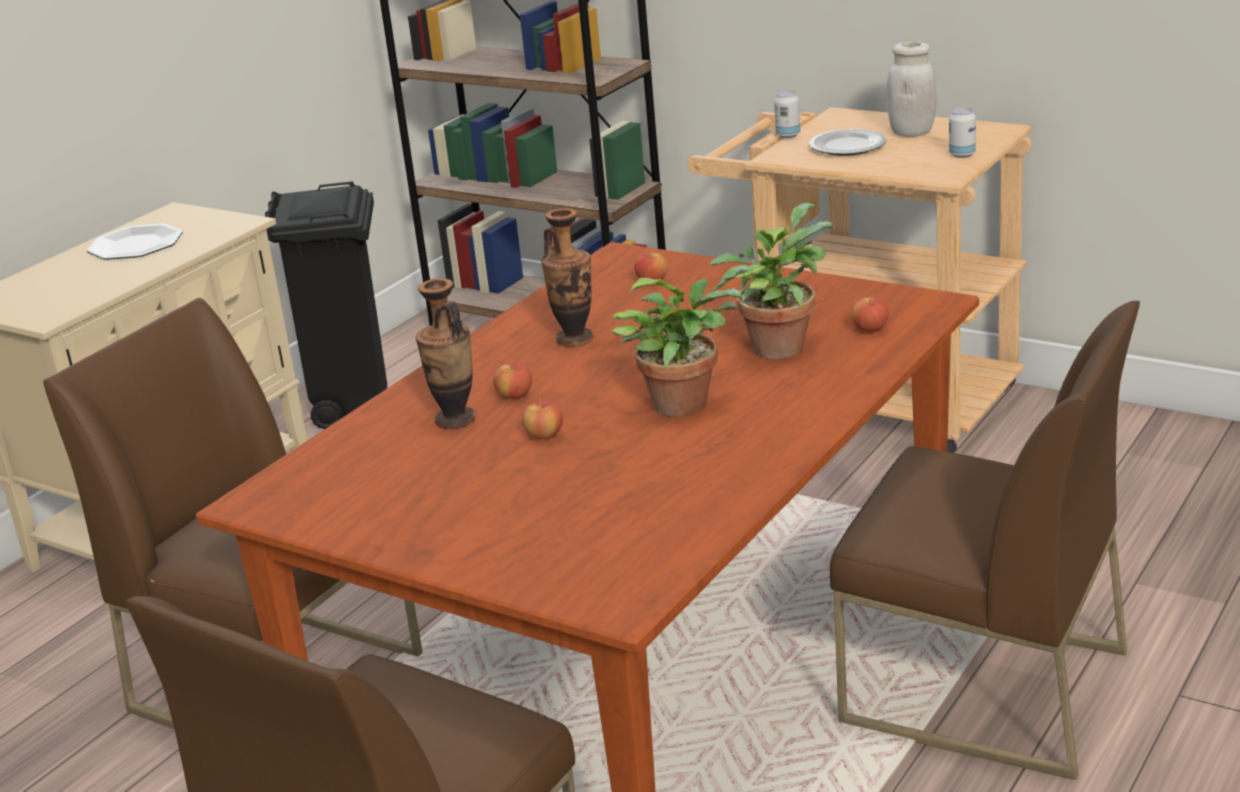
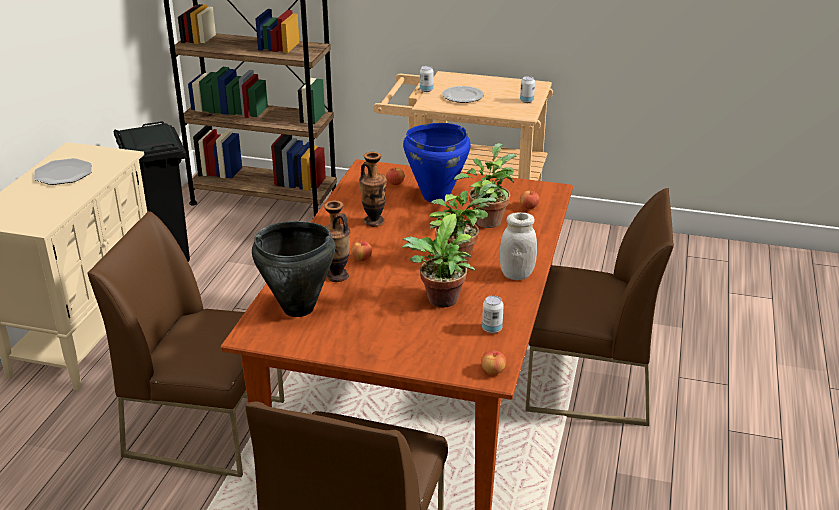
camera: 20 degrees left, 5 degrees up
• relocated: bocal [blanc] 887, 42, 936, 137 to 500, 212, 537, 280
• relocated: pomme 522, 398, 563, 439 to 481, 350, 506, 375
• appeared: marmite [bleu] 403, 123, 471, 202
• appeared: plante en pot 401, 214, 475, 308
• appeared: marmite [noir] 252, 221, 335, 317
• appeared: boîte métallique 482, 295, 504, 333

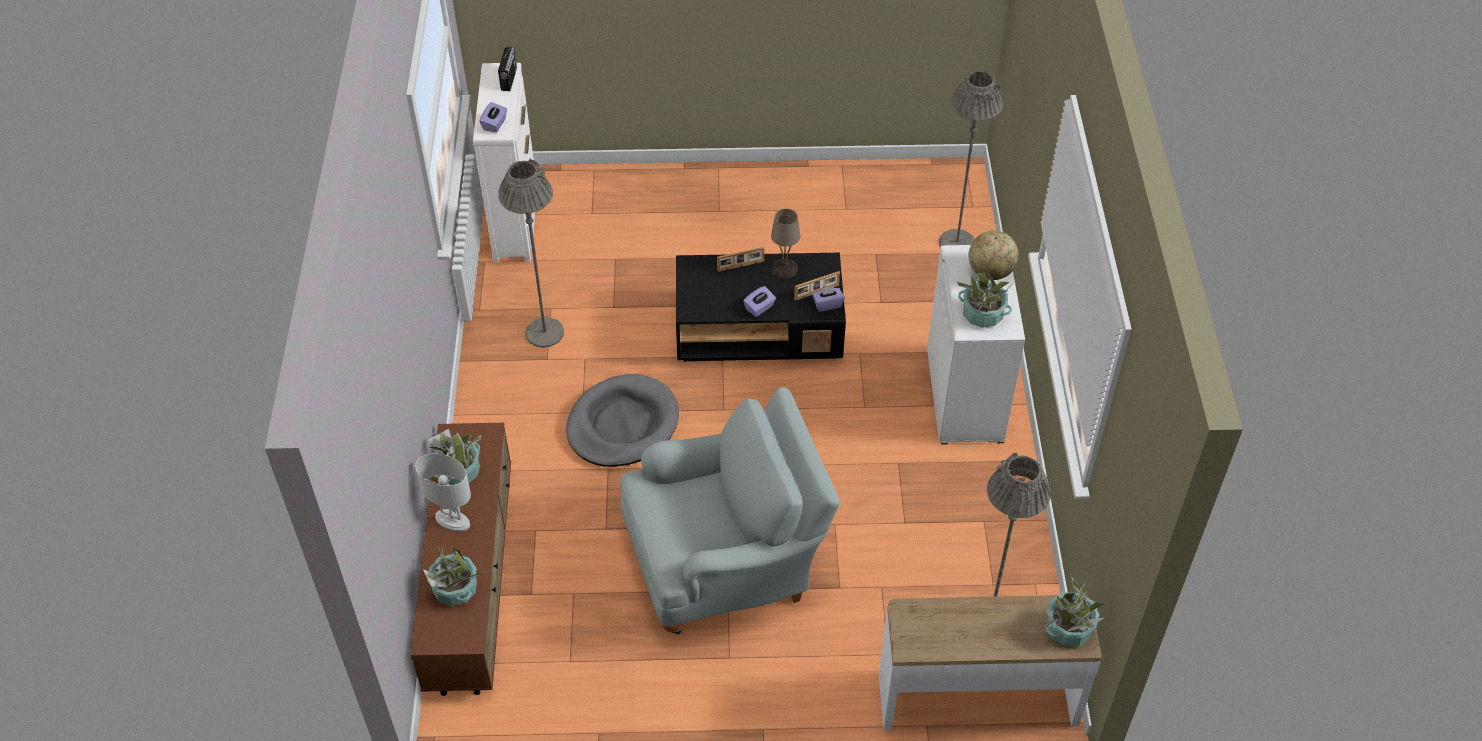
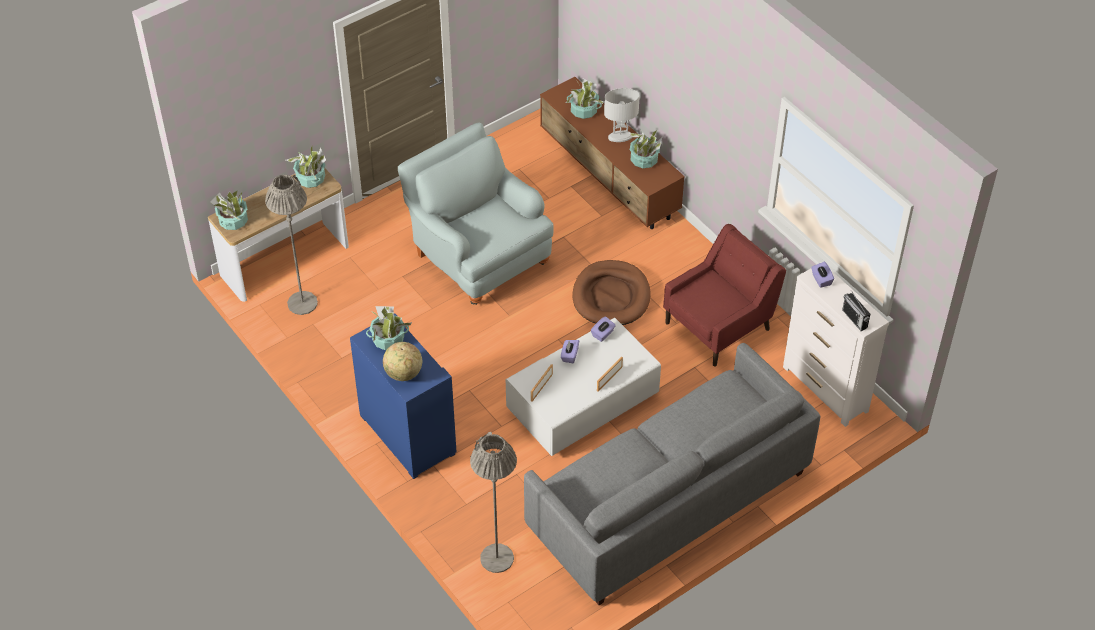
camera: 145 degrees right, 0 degrees up
• exchanged: lampadaire [gris] 498, 158, 564, 348 to fauteuil [rouge] 663, 224, 786, 367
• missing: lampe de table [beige] 771, 209, 800, 278
• colour: meuble de rangement [blanc] 927, 245, 1025, 445 to meuble de rangement [bleu] 350, 314, 457, 479
• colour: table basse [noir] 676, 253, 846, 362 to table basse [blanc] 506, 318, 661, 456
• relocated: boîte à mouchoirs [violet] 812, 286, 845, 312 to 591, 316, 616, 342
• colour: panier pour chien [gris] 566, 374, 679, 467 to panier pour chien [marron] 572, 260, 651, 325
• spun: fauteuil [gris] 620, 387, 840, 635 = 398, 123, 553, 305 105 degrees clockwise
• appeared: plante en pot 286, 146, 326, 188
• appeared: canapé [gris] 524, 343, 820, 605

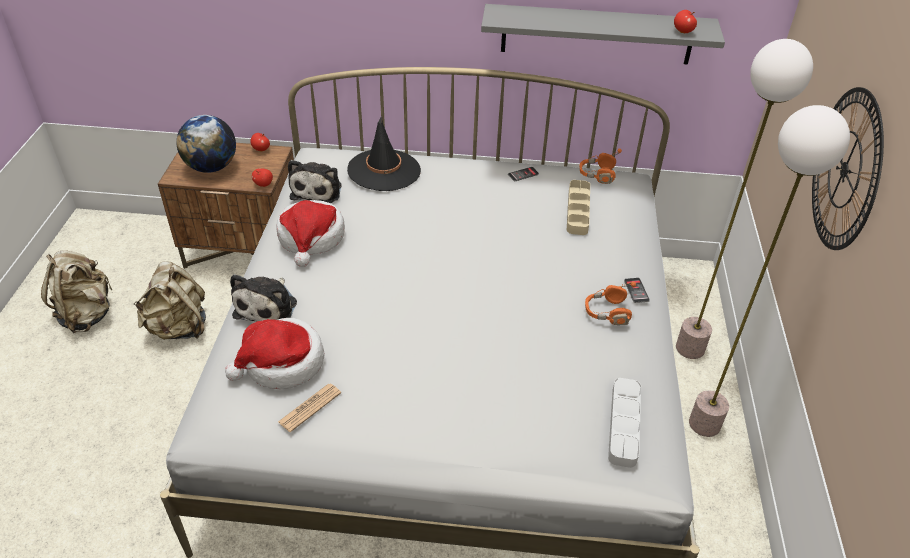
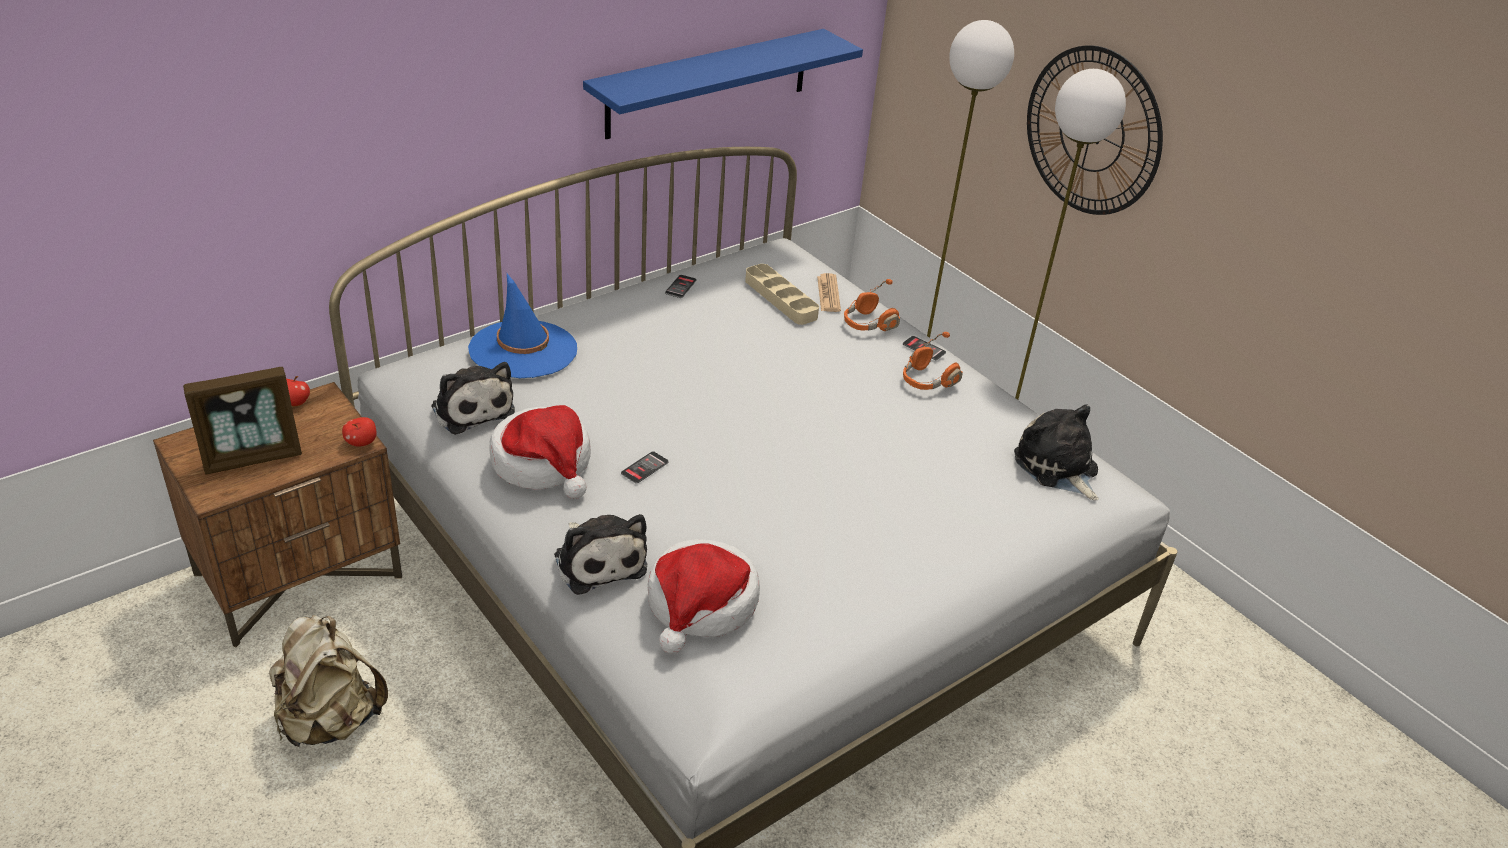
camera: 45 degrees left, 5 degrees down
• colour: étagère [gris] 481, 4, 725, 65 to étagère [bleu] 583, 29, 863, 139
• missing: pomme 674, 10, 697, 33
• exchanged: globe 176, 115, 236, 173 to cadre photo 183, 367, 302, 474
• colour: chapeau [noir] 347, 116, 421, 191 to chapeau [bleu] 468, 274, 577, 378
• relocated: casque audio [orange] 579, 148, 622, 184 to 844, 279, 900, 331
• missing: sac à dos [beige] 41, 250, 113, 333
• exchanged: plateau [gris] 608, 378, 641, 468 to peluche 1014, 404, 1099, 501
• relocated: journal 278, 384, 341, 432 to 817, 273, 841, 312
• appeared: téléphone 621, 451, 669, 484

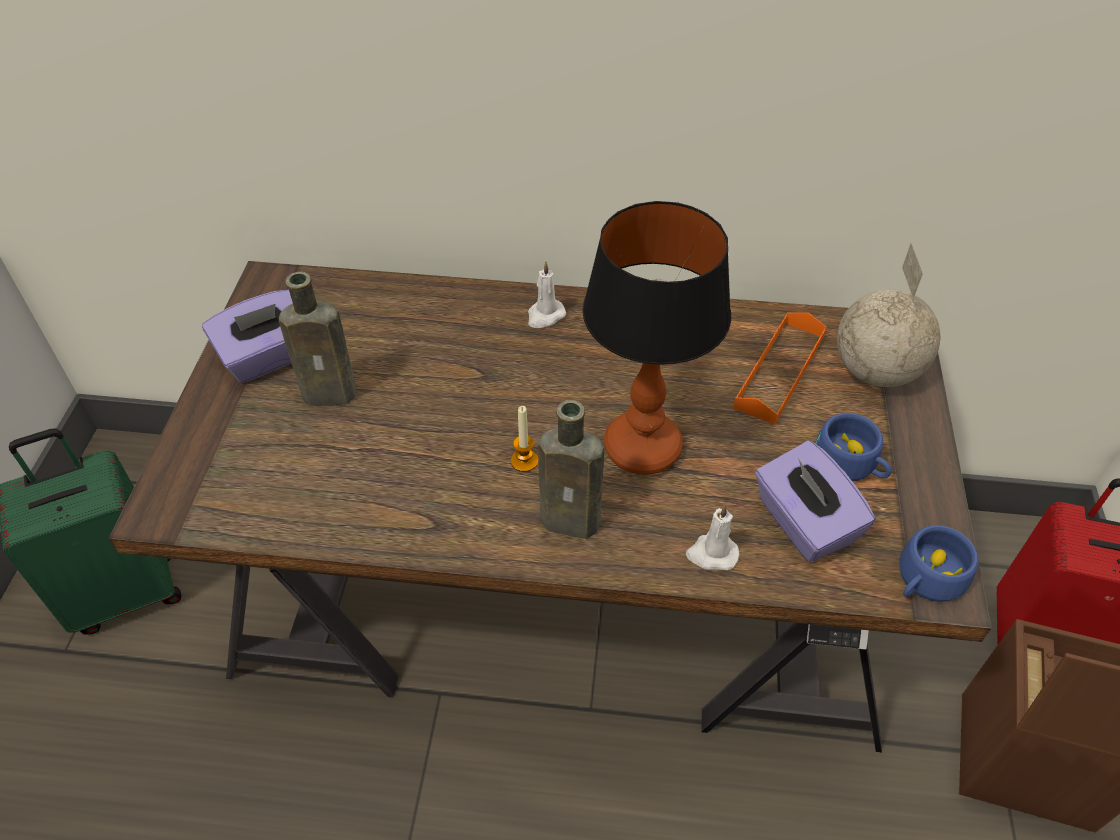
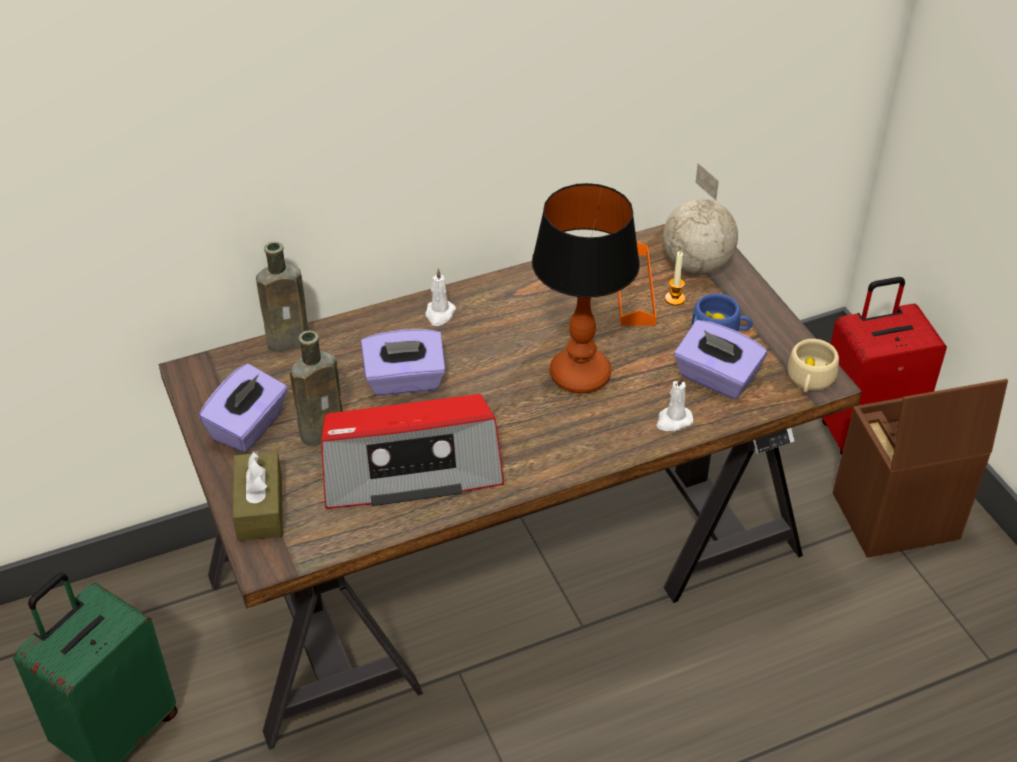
camera: 30 degrees left, 5 degrees down
• relocated: bouteille [marron] 538, 400, 604, 539 to 256, 241, 309, 352
• relocated: bougie 511, 406, 538, 472 to 665, 252, 685, 306
• colour: tasse [bleu] 899, 525, 979, 602 to tasse [beige] 787, 339, 839, 393
• appeared: boîte à mouchoirs [violet] 361, 329, 446, 396
• appeared: radio 321, 394, 504, 509
• appeared: boîte à mouchoirs [marron] 233, 450, 283, 541

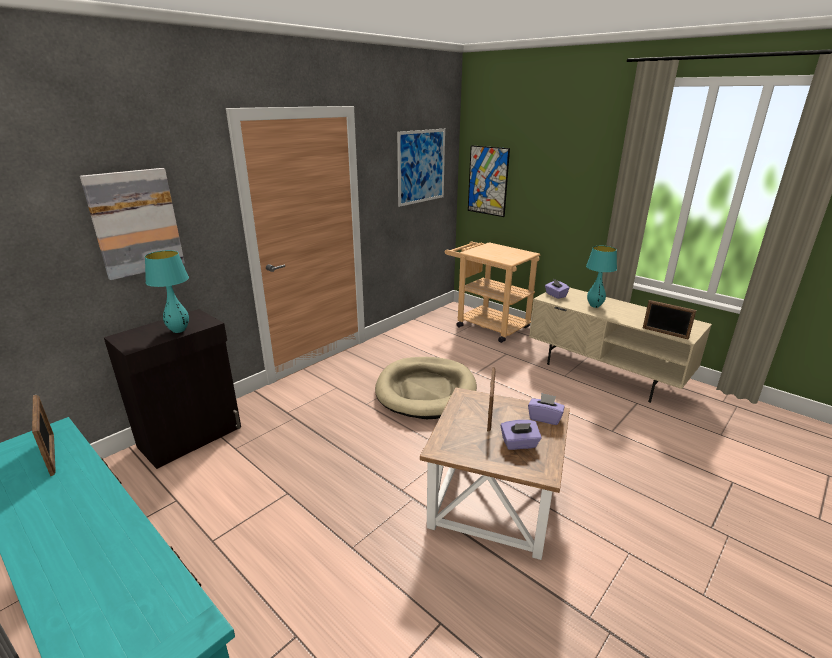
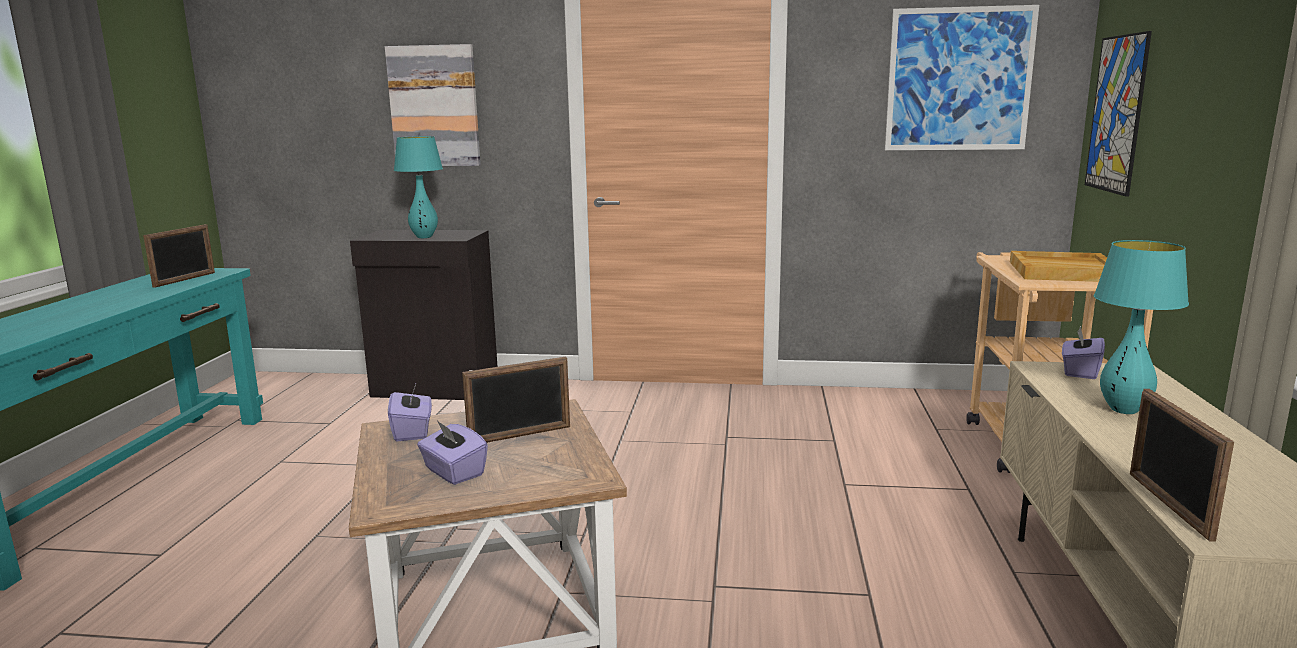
camera: 55 degrees right, 10 degrees down
• missing: panier pour chien [beige] 375, 357, 477, 419
• relocated: boîte à mouchoirs [violet] 528, 393, 565, 425 to 388, 382, 432, 442
• appeared: plateau [beige] 1010, 251, 1107, 282

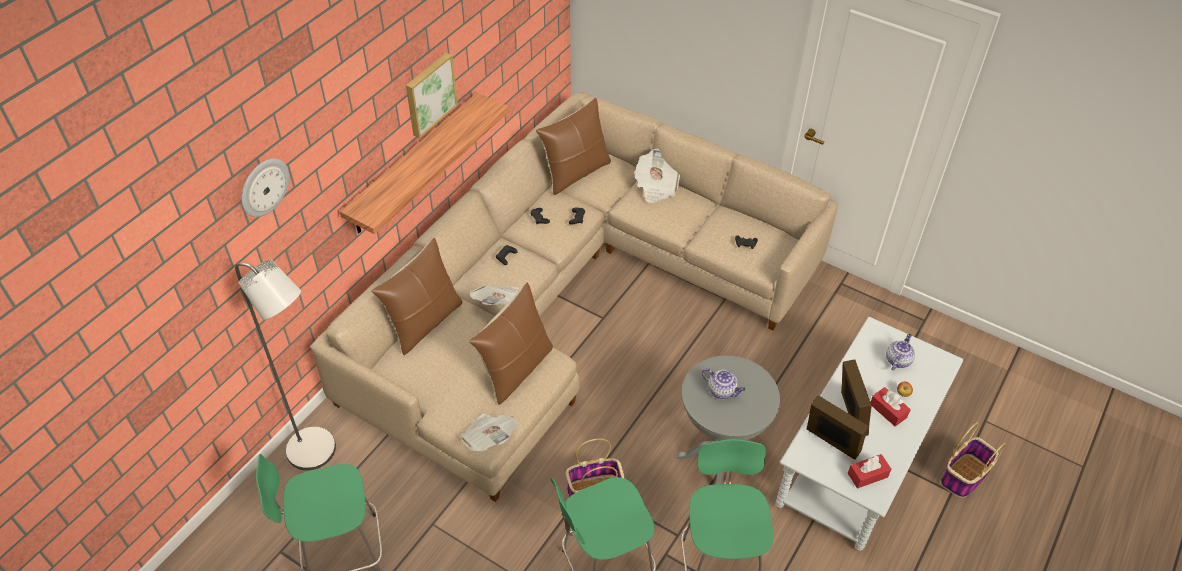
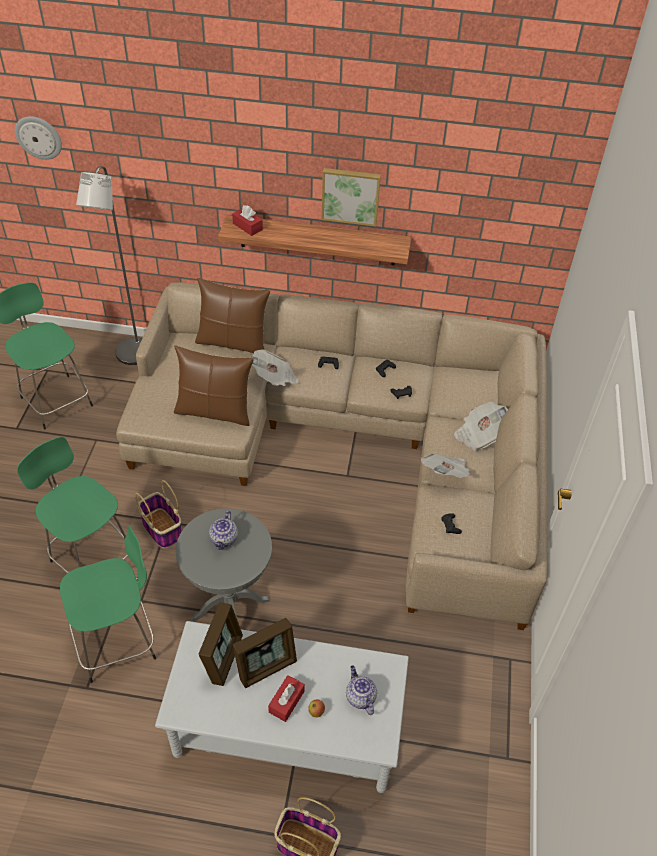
camera: 65 degrees right, 0 degrees up
• missing: coussin [marron] 536, 98, 611, 195
• relocated: horloge murale 242, 159, 289, 217 to 15, 116, 62, 160
• spun: théière 886, 333, 915, 370 = 346, 665, 377, 715 120 degrees counterclockwise
• relocated: journal 460, 413, 518, 451 to 421, 453, 471, 478
• relocated: boîte à mouchoirs [rouge] 848, 454, 891, 488 to 232, 205, 263, 236

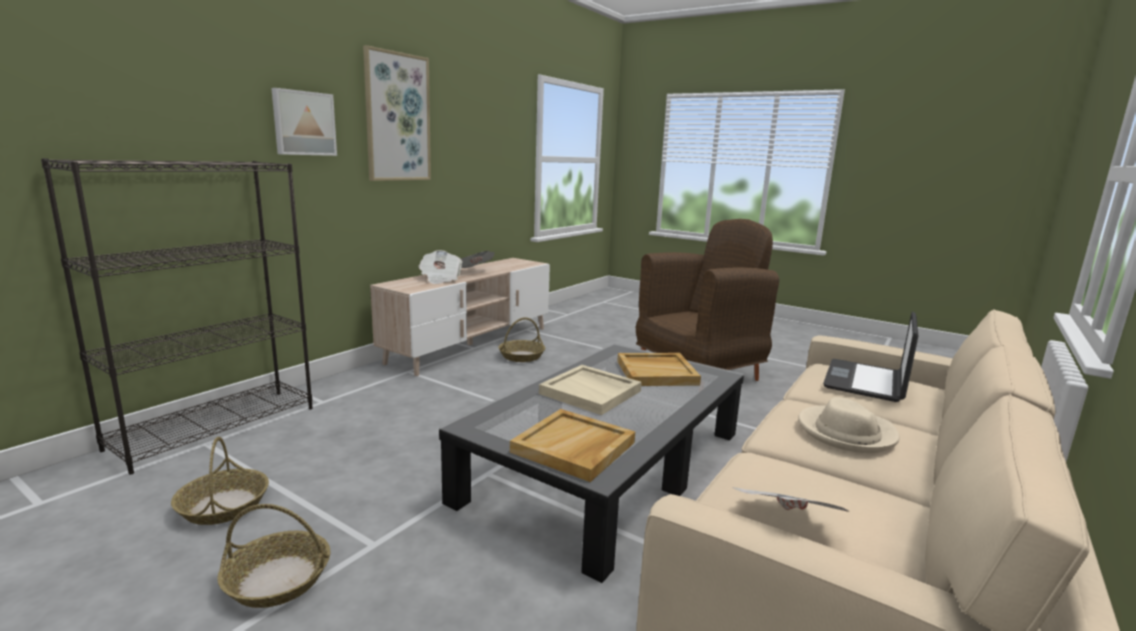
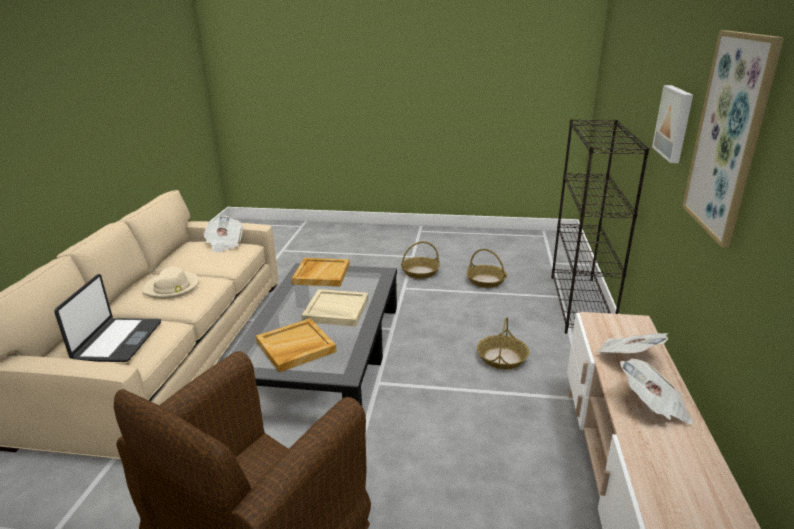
camera: 155 degrees right, 10 degrees up
• relocated: panier 498, 317, 545, 362 to 477, 317, 529, 370

